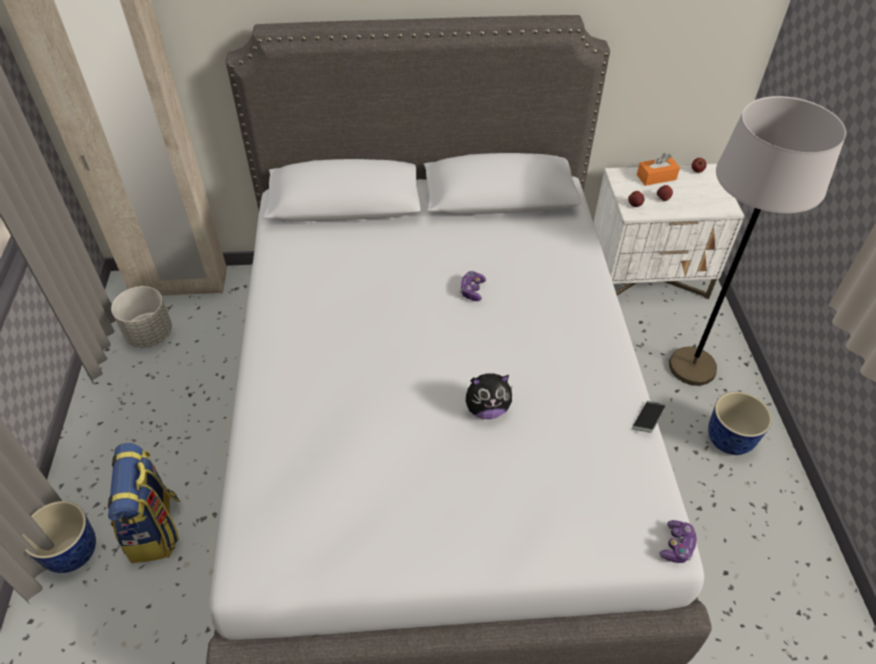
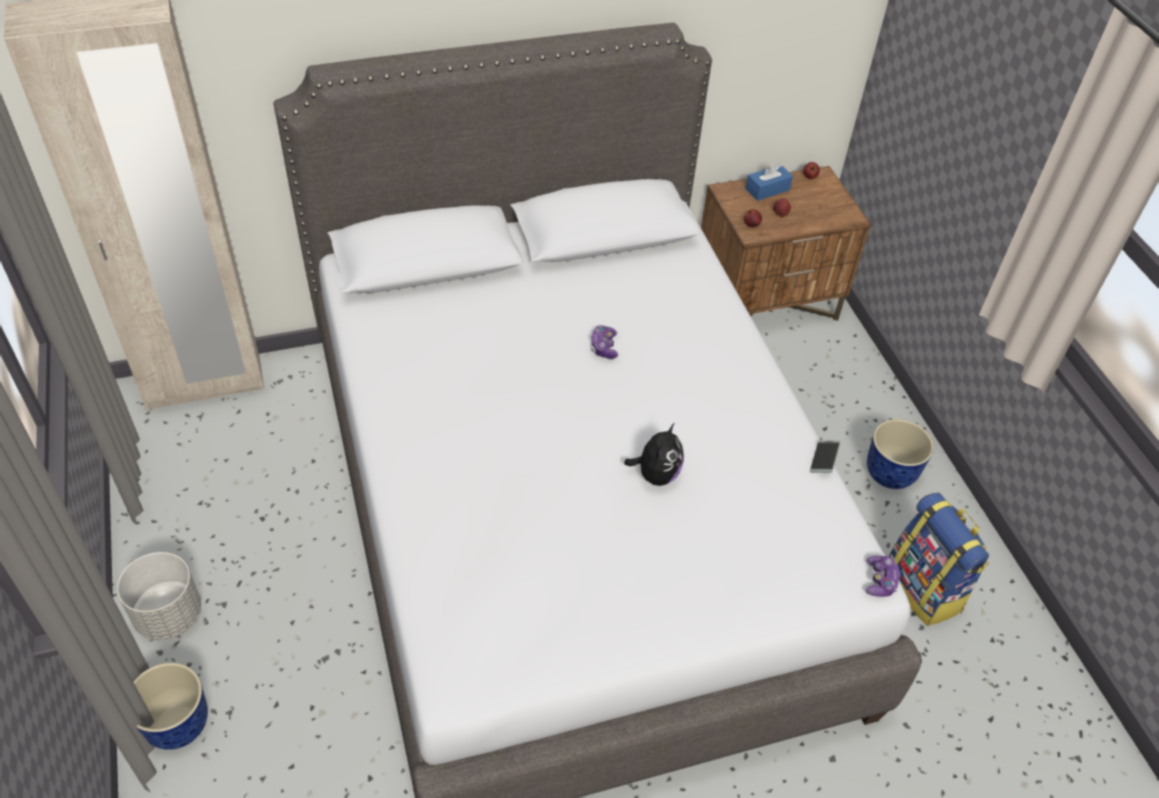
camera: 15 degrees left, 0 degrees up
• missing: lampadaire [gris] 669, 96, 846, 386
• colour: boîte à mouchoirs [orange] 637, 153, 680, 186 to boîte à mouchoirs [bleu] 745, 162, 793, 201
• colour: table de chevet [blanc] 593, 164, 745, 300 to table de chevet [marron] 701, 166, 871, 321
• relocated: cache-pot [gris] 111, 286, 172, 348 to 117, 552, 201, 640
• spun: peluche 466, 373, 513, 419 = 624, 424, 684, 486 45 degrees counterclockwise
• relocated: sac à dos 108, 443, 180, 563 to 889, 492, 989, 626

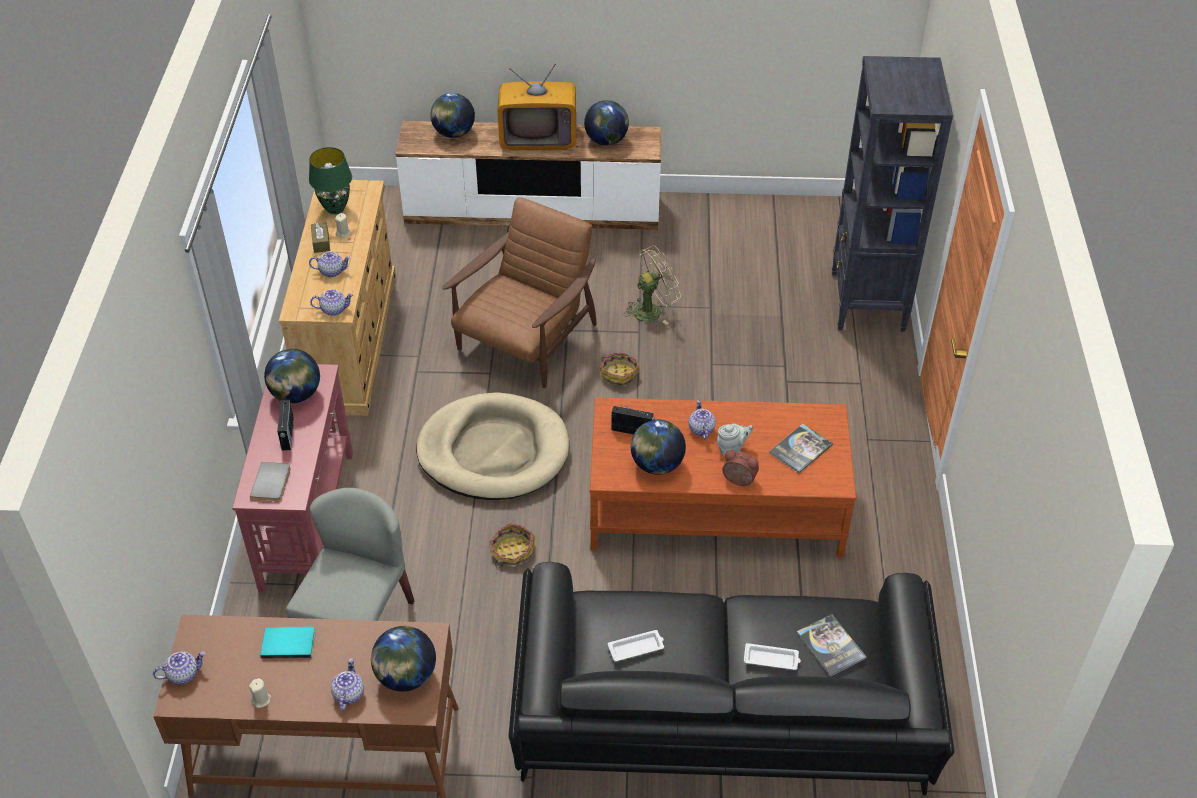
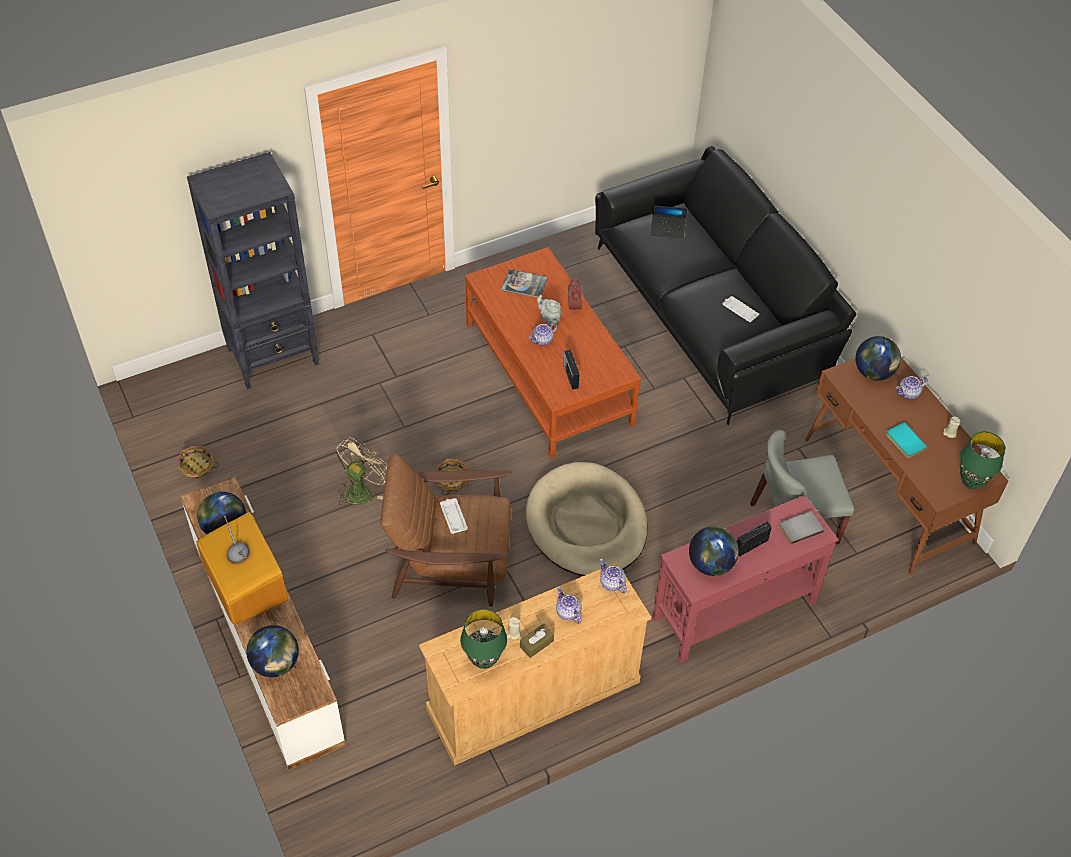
camera: 120 degrees left, 5 degrees up
• spun: ventilateur [beige] 624, 246, 681, 325 = 337, 438, 387, 506 90 degrees clockwise
• missing: globe 631, 420, 686, 475
• relocated: panier 489, 523, 535, 568 to 178, 446, 219, 478
• exchanged: livre 797, 614, 867, 676 to ordinateur portable 651, 205, 687, 238
• relocated: plateau [blanc] 744, 643, 801, 670 to 440, 498, 468, 534
• exchanged: théière 153, 651, 206, 685 to lampe de table [vert] 960, 432, 1005, 489

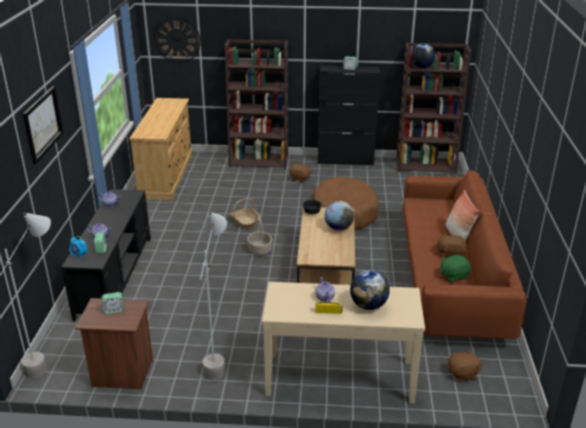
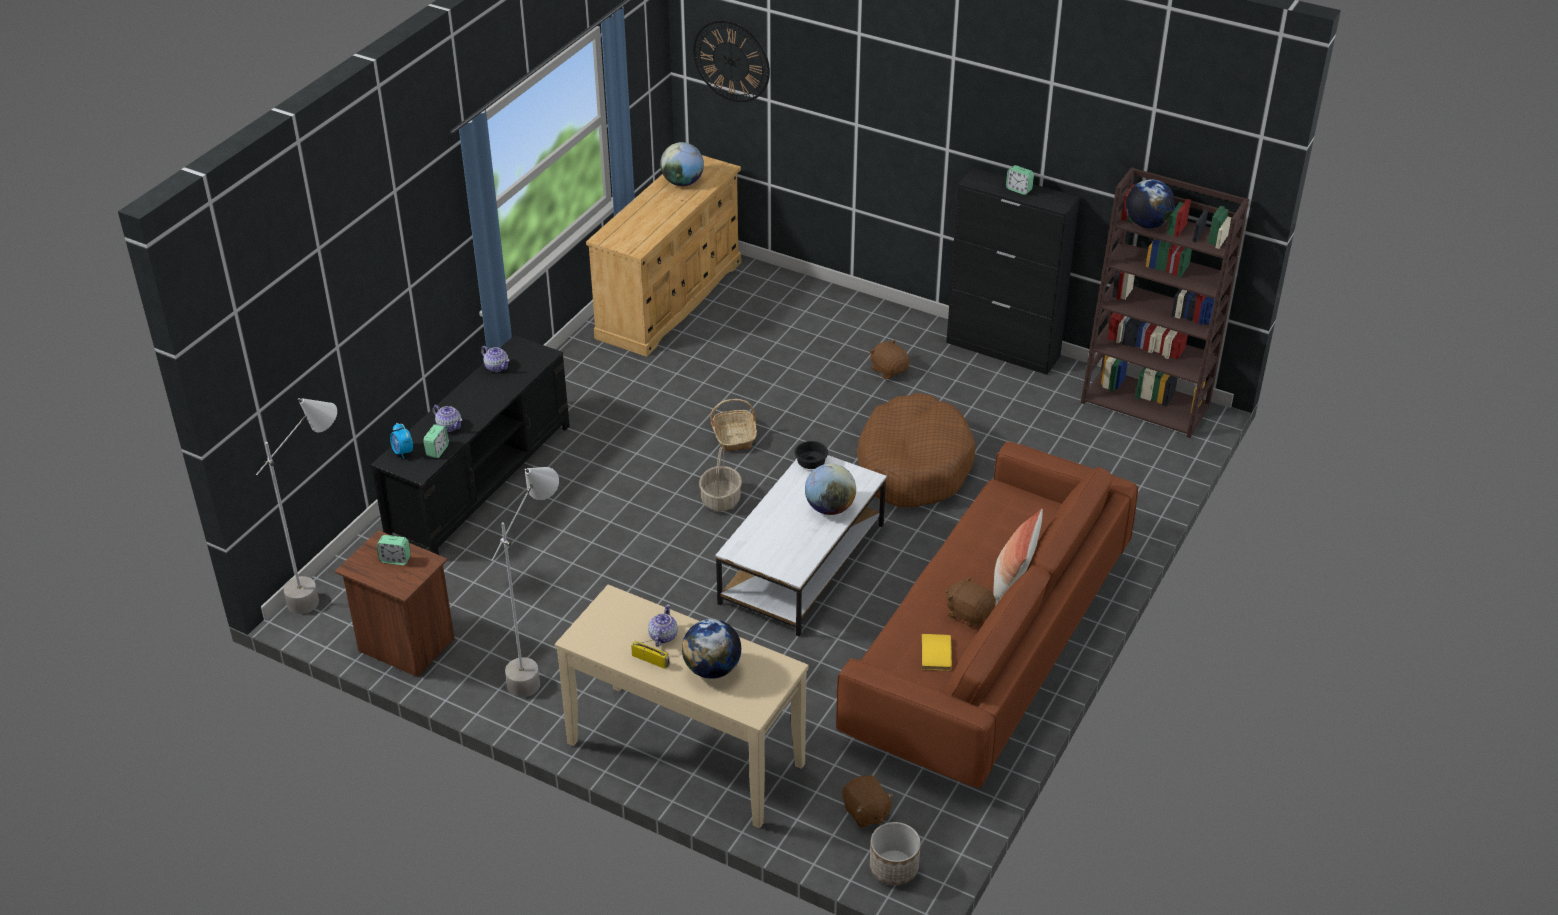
camera: 25 degrees right, 10 degrees up
• missing: bibliothèque [marron] 225, 39, 288, 169
• missing: tableau 23, 86, 63, 165
• colour: table basse [marron] 297, 207, 355, 285 to table basse [blanc] 715, 455, 887, 636
• exchanged: peluche [vert] 440, 255, 471, 282 to livre [jaune] 921, 634, 952, 671
• spun: peluche [marron] 448, 349, 482, 382 = 842, 775, 894, 828 45 degrees clockwise
• appeared: globe 660, 142, 704, 186
• appeared: cache-pot 870, 822, 921, 885

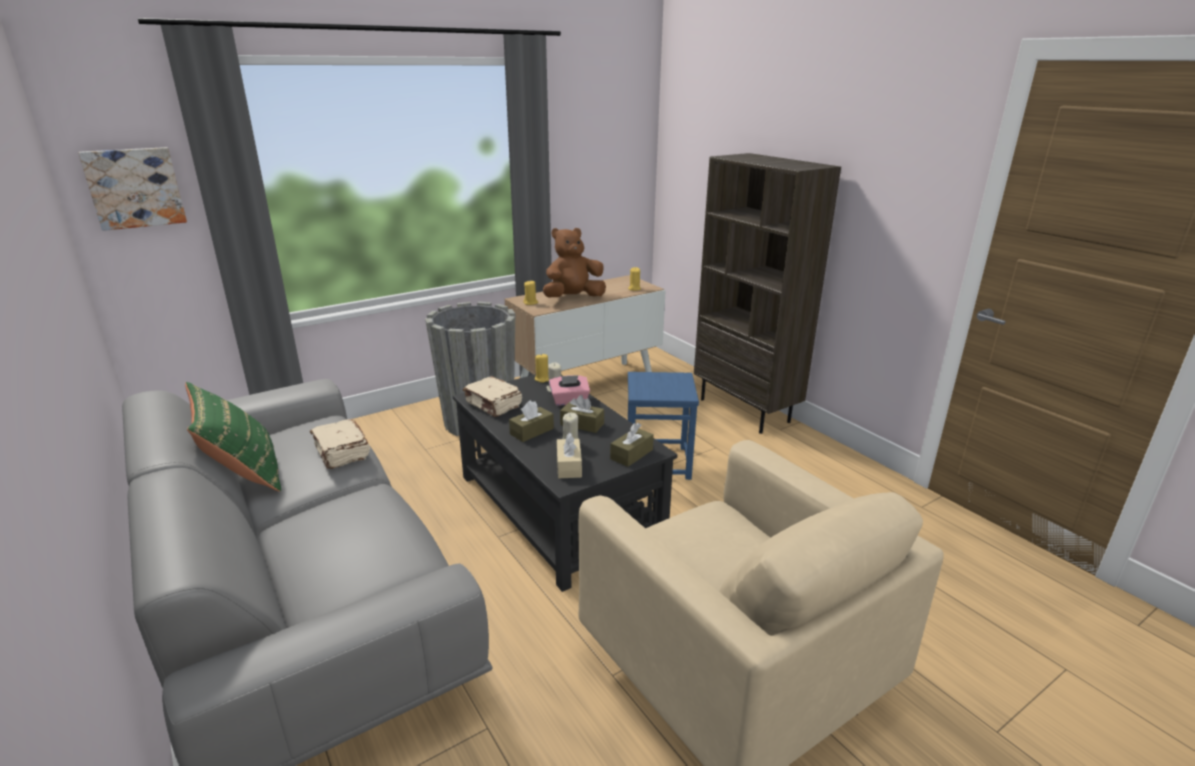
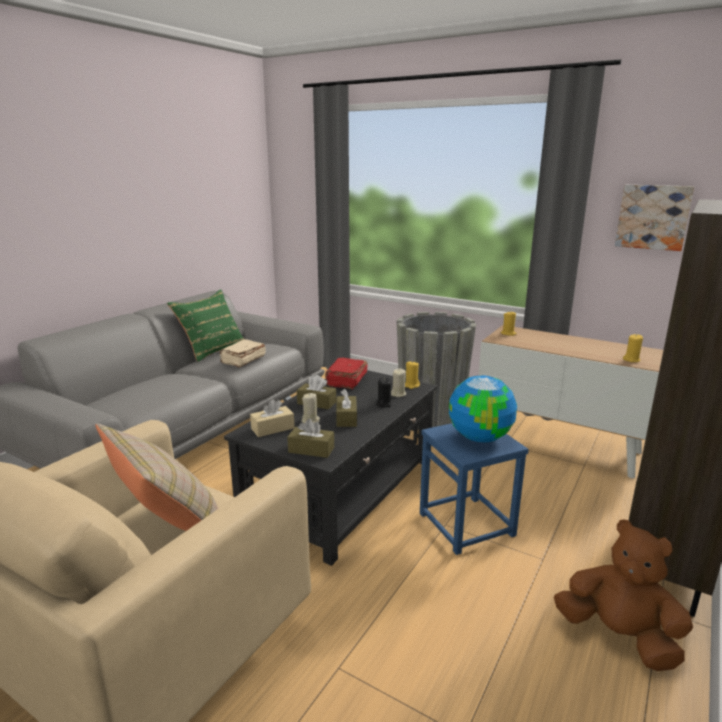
camera: 65 degrees right, 5 degrees down
• relocated: tableau 78, 147, 187, 231 to 615, 185, 694, 251
• relocated: peluche [marron] 543, 228, 606, 297 to 554, 520, 693, 671
• exchanged: boîte à mouchoirs [rose] 549, 375, 590, 405 to bougie [noir] 376, 377, 392, 408
• colour: livre [beige] 463, 376, 522, 417 to livre [rouge] 325, 358, 368, 389
• appeared: globe 449, 375, 517, 442
• appeared: coussin [beige] 95, 423, 218, 531

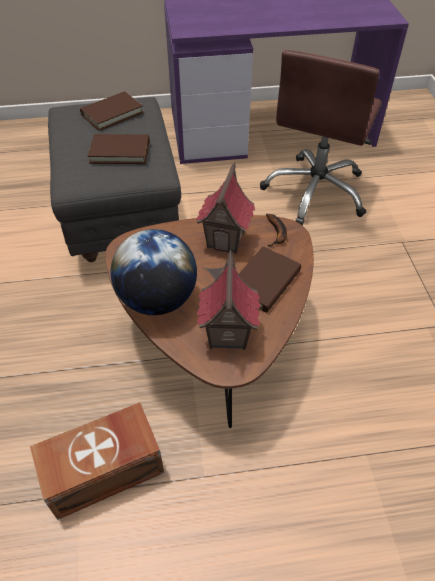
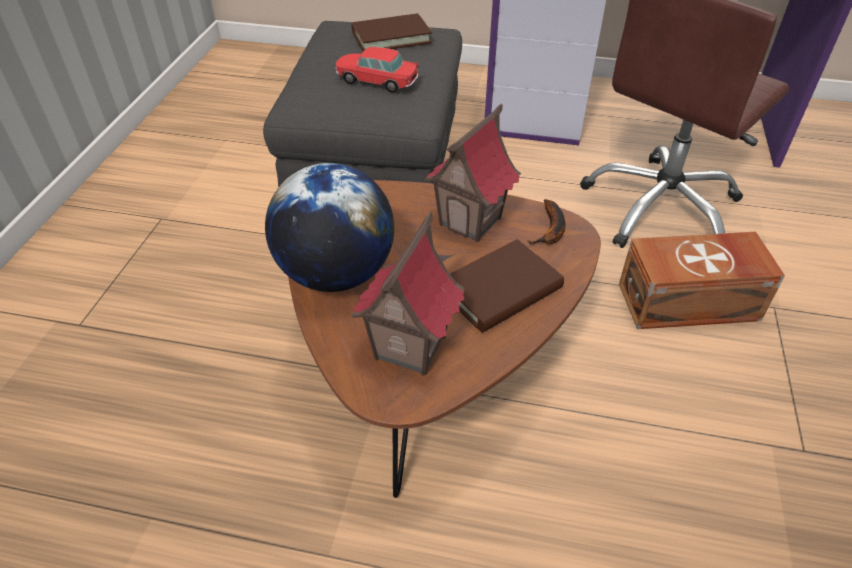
camera: 20 degrees right, 5 degrees down
• exchanged: livre [marron] 88, 134, 150, 164 to petite voiture 336, 47, 419, 93
• relocated: boîte de rangement [marron] 30, 402, 164, 520 to 619, 232, 785, 329

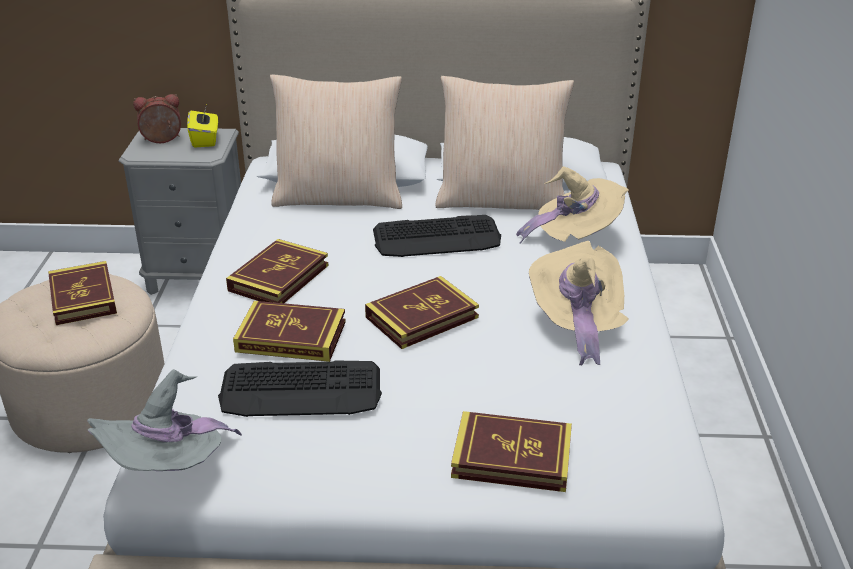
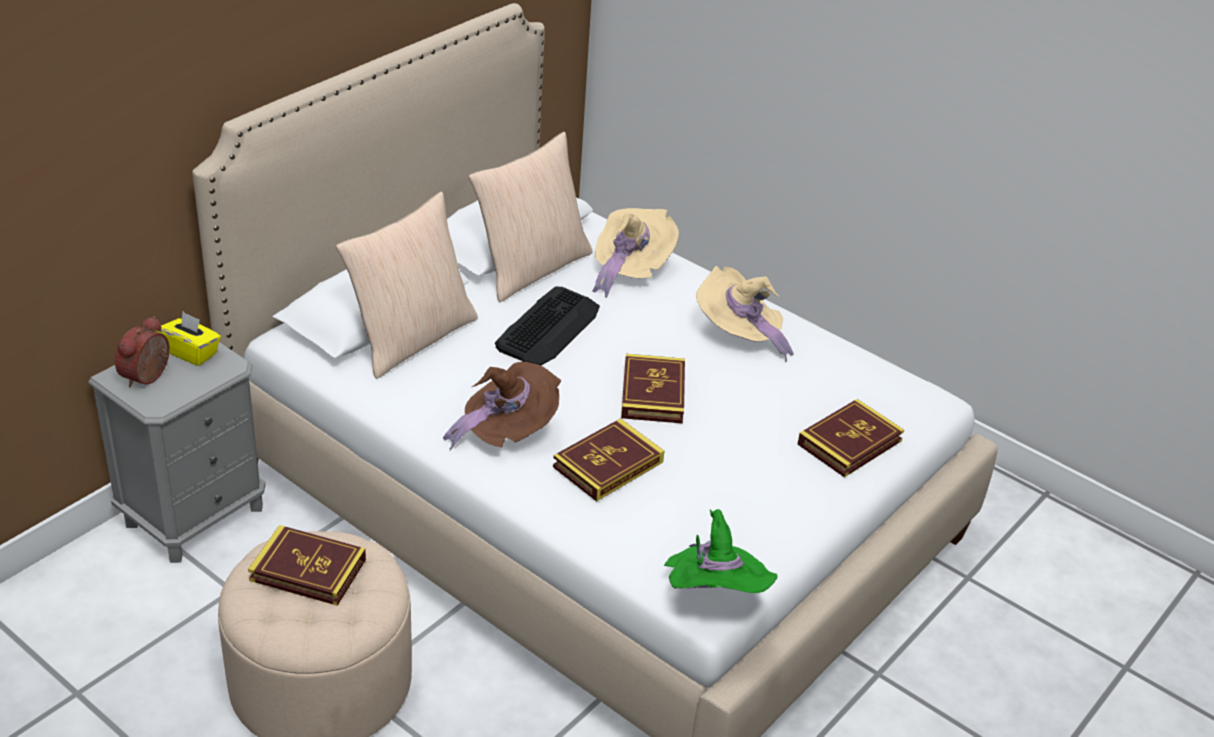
camera: 55 degrees left, 5 degrees up
• exchanged: livre 226, 239, 329, 303 to chapeau [marron] 443, 362, 561, 450
• missing: clavier 218, 360, 382, 417
• colour: chapeau [gris] 87, 369, 242, 471 to chapeau [vert] 664, 509, 777, 593

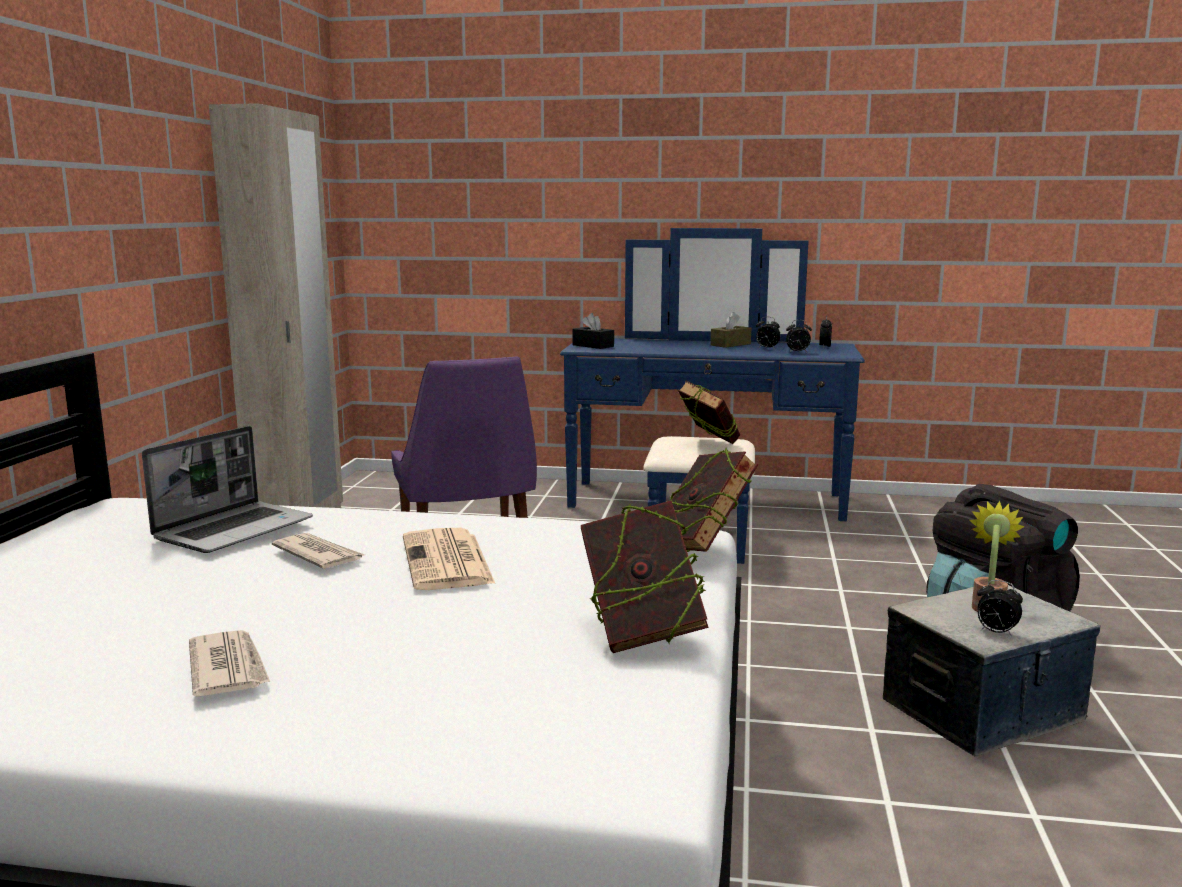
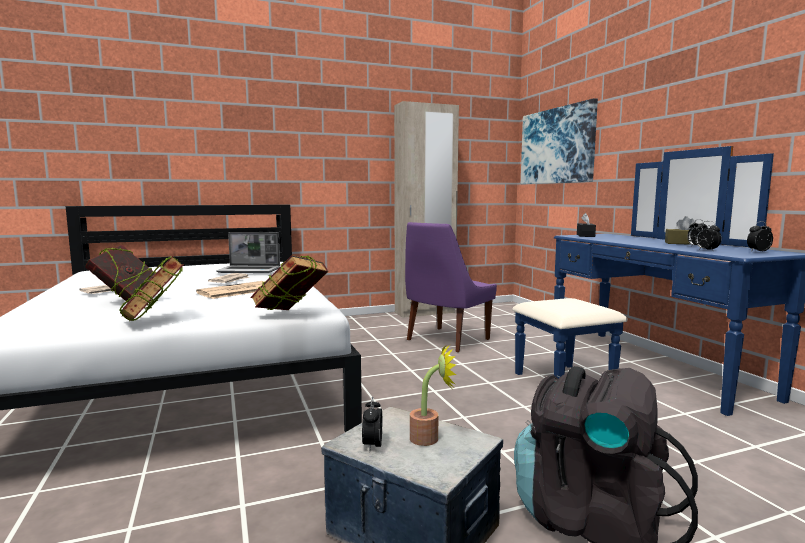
camera: 60 degrees right, 5 degrees down
• relocated: livre 678, 380, 740, 444 to 85, 244, 156, 303
• appeared: tableau 521, 98, 598, 184

